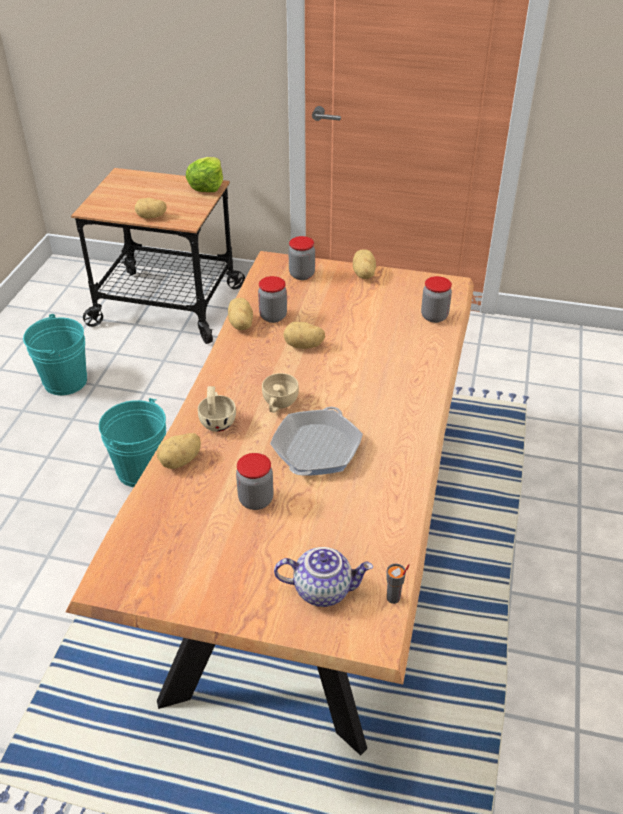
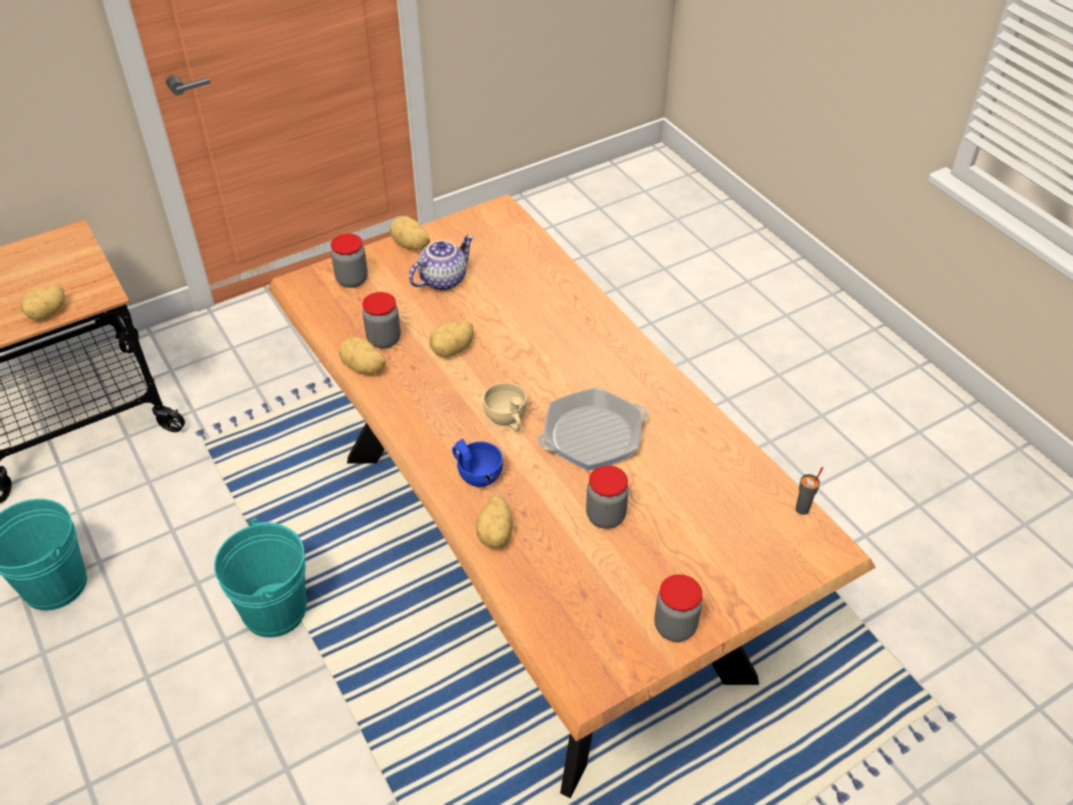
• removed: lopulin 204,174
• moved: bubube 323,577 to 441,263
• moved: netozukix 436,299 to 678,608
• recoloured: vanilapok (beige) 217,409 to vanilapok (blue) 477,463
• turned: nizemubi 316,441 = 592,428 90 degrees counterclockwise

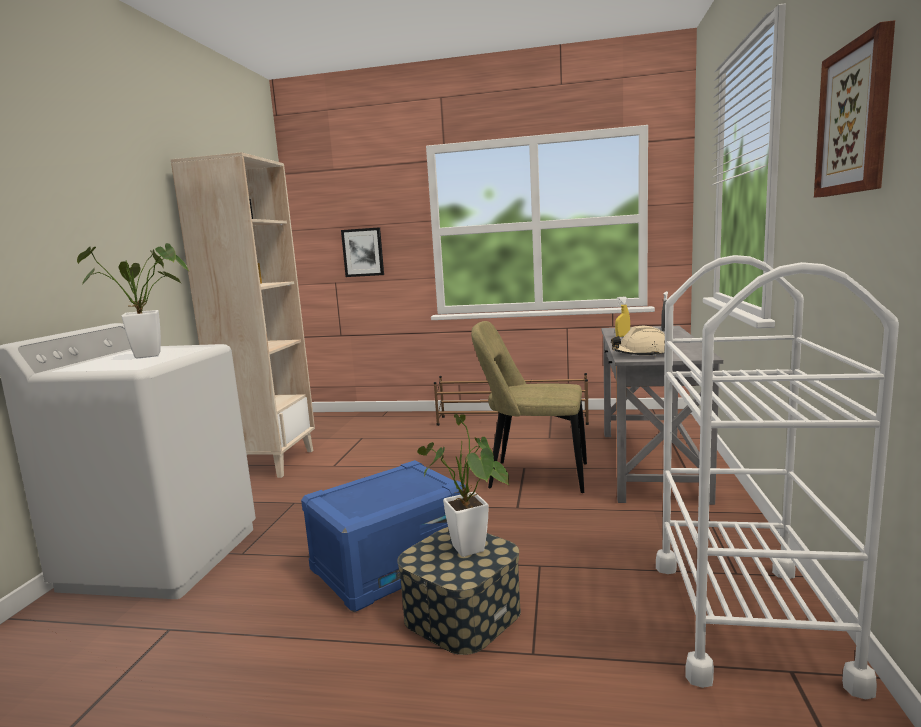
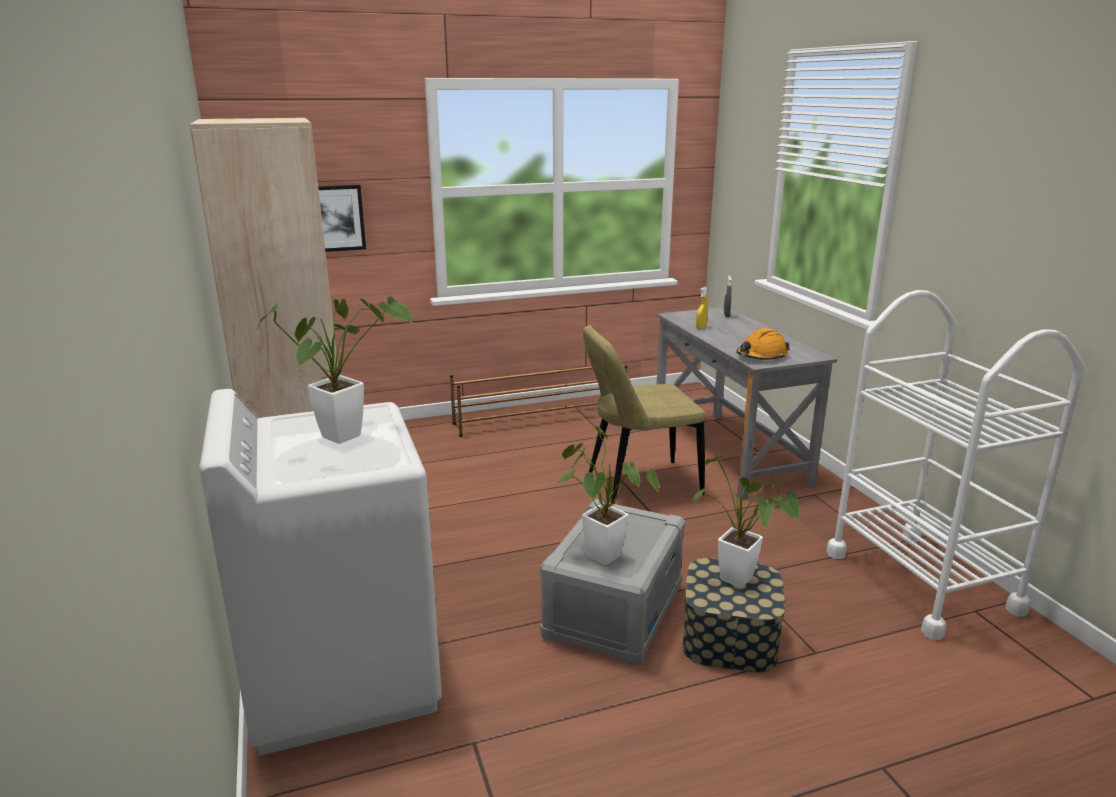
• removed: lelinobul 854,109
• added: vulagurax 607,495
• recoloured: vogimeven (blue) 383,536 to vogimeven (grey) 612,582
• recoloured: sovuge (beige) 638,341 to sovuge (orange) 763,344

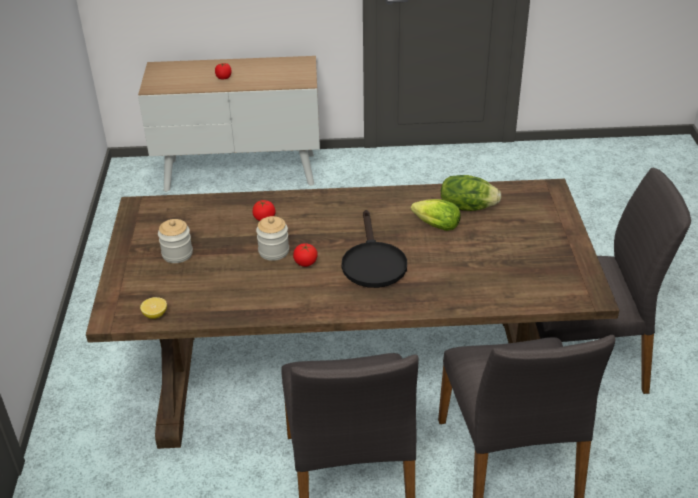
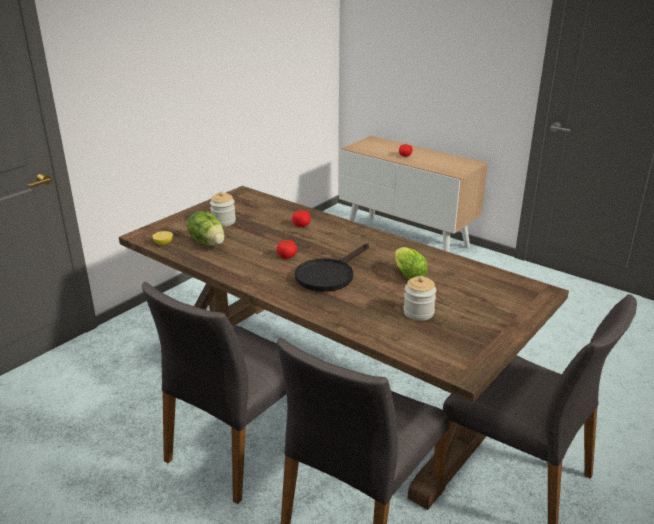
• moved: netozukix 272,238 to 419,298
• moved: lopulin 471,193 to 205,228

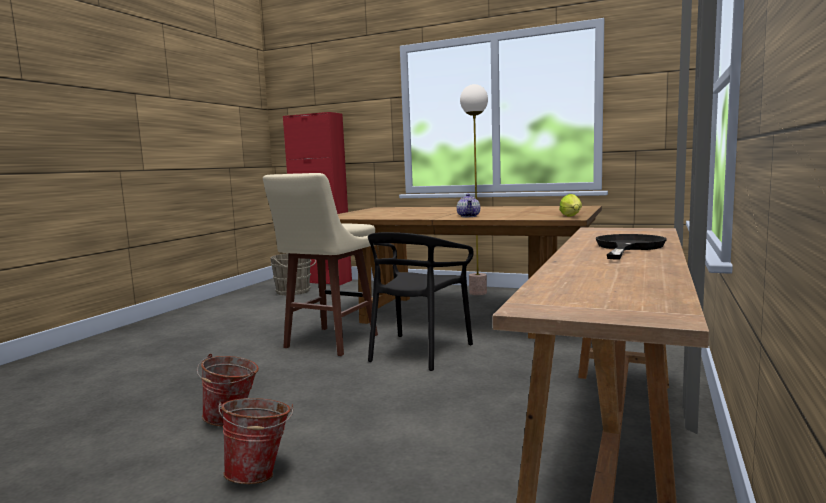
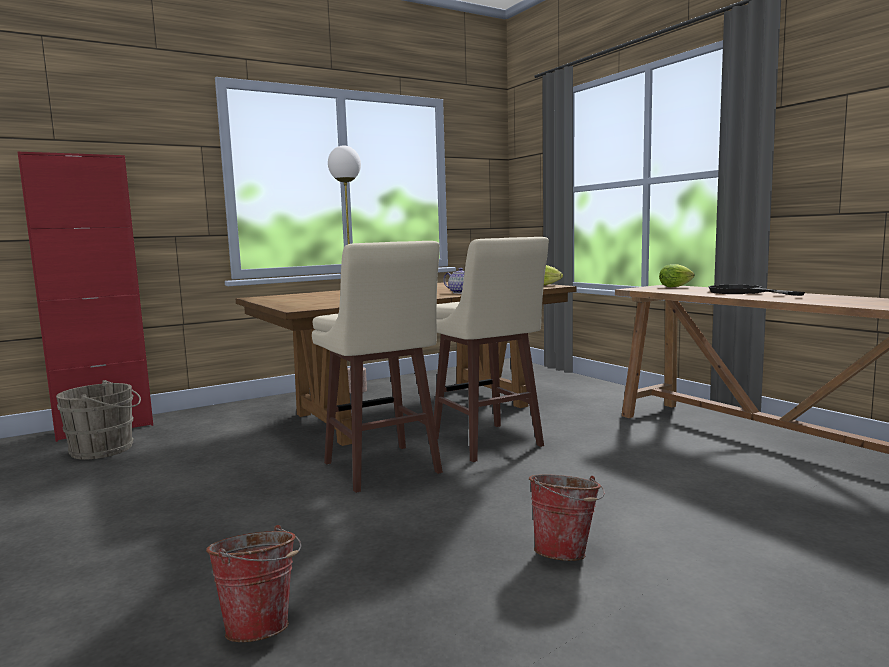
• added: lopulin 676,275
• moved: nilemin 255,441 to 254,583
• replaced: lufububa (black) 421,301 to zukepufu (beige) 491,349

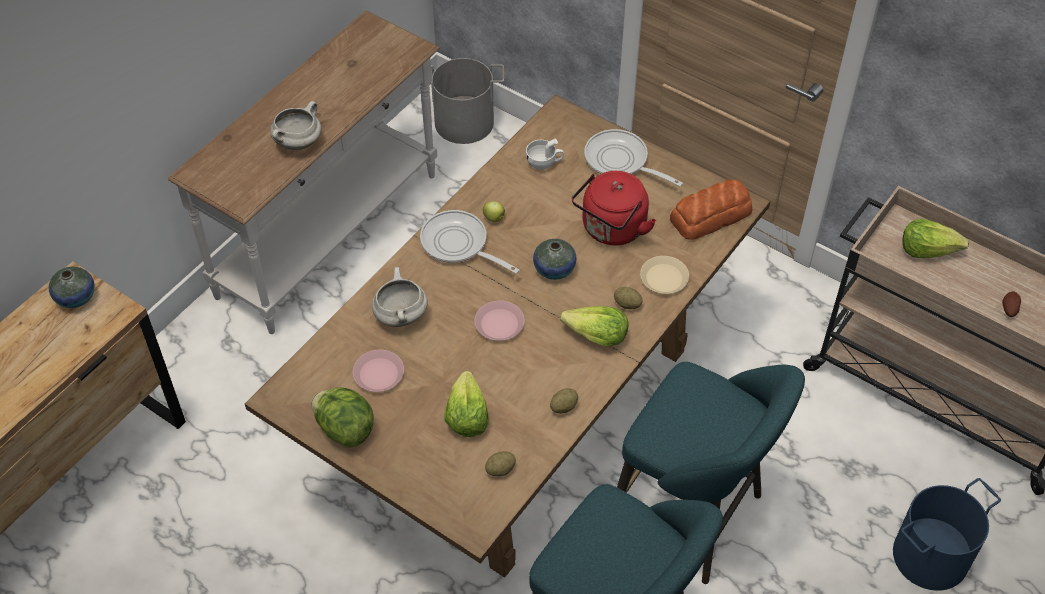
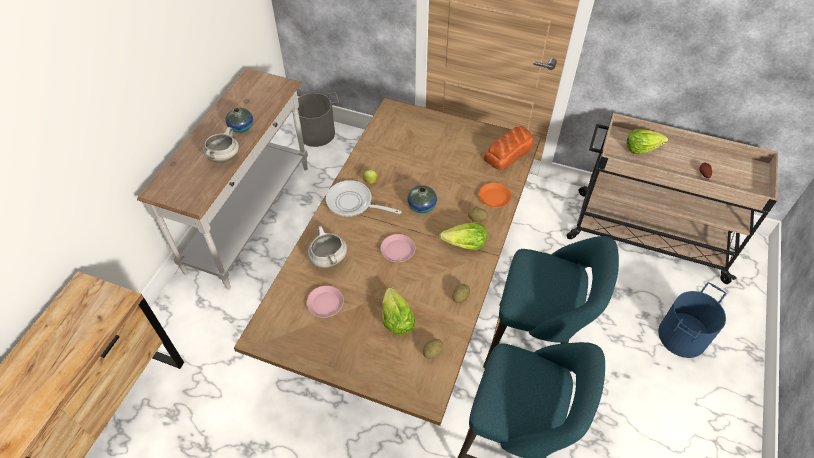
• removed: lopulin 342,417
• removed: vanilapok (white) 545,154
• removed: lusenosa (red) 614,208
• removed: nizemubi 633,157
• moved: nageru 72,287 to 239,120
• recoloured: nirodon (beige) 664,275 to nirodon (orange) 495,195

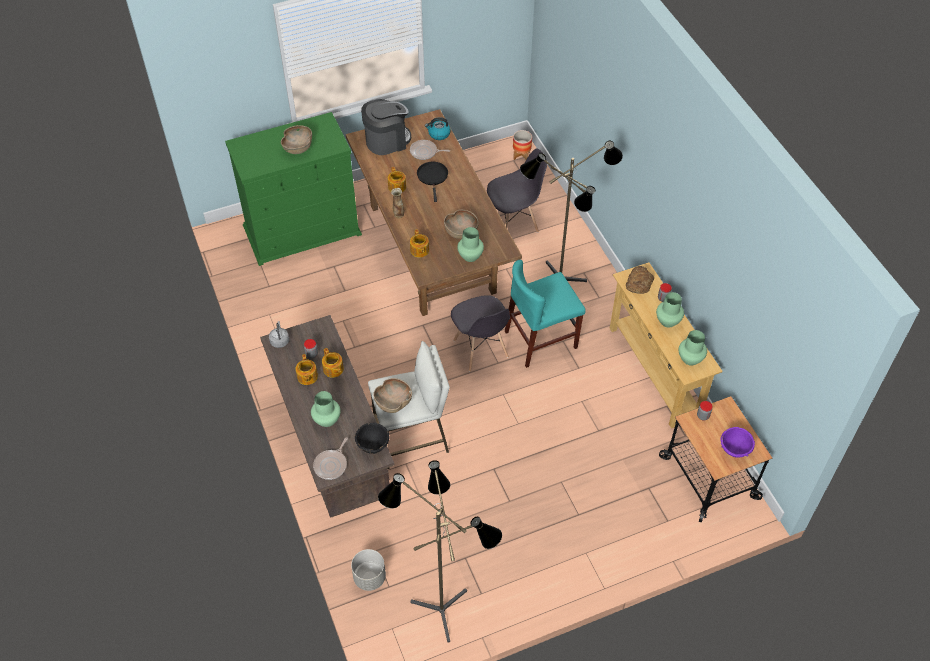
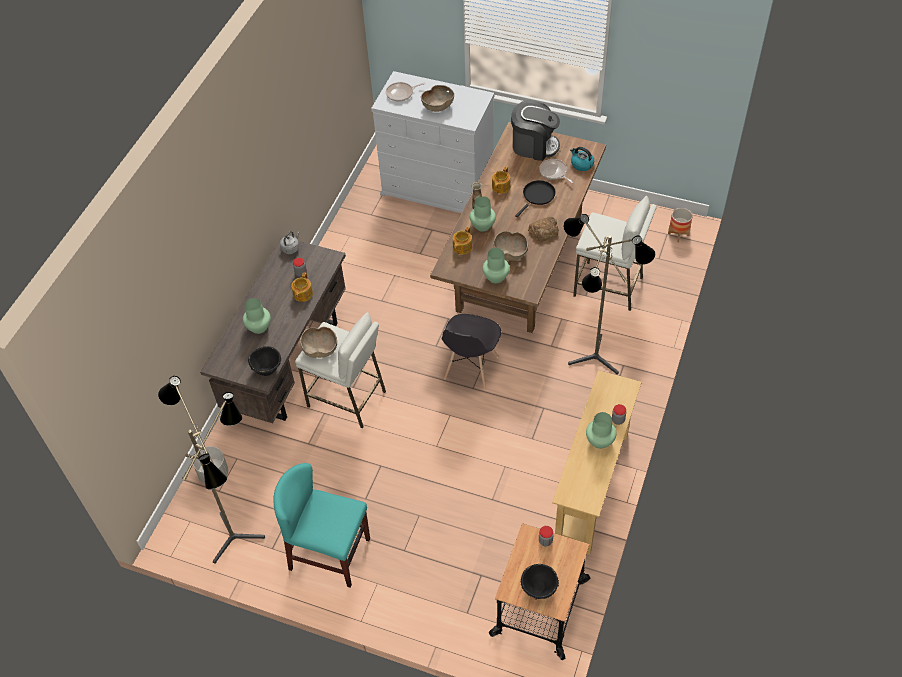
• removed: bubube 306,369
• moved: nizemubi 330,458 to 405,92
• moved: lufububa (turquoise) 545,314 to 322,525
• moved: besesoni 640,280 to 543,229
• moved: nageru (green) 693,348 to 483,214
• replaced: lufububa (grey) 517,190 to zukepufu (white) 615,253
• recoloured: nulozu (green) 293,189 to nulozu (white) 432,142
• recoloured: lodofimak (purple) 737,442 to lodofimak (black) 540,582

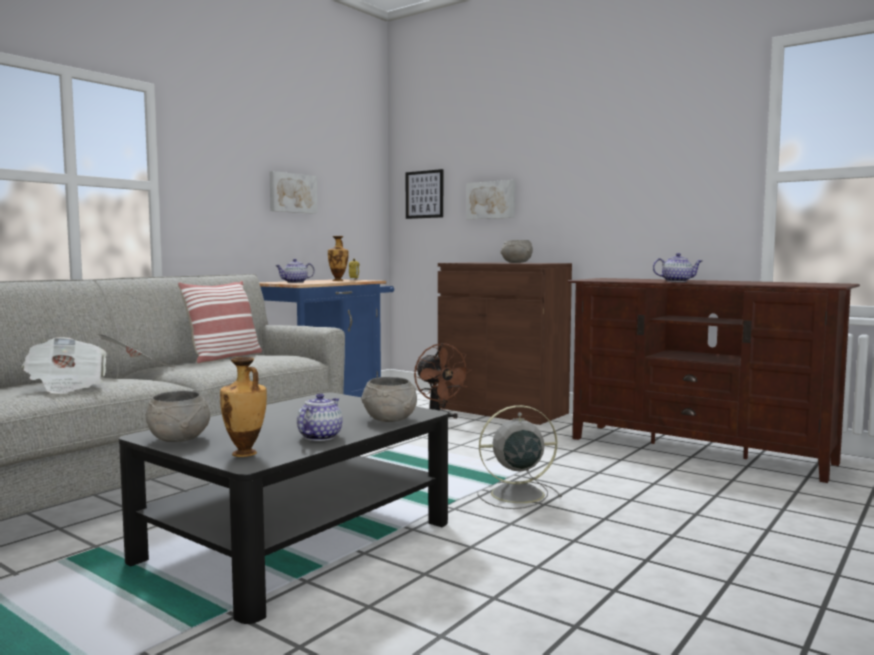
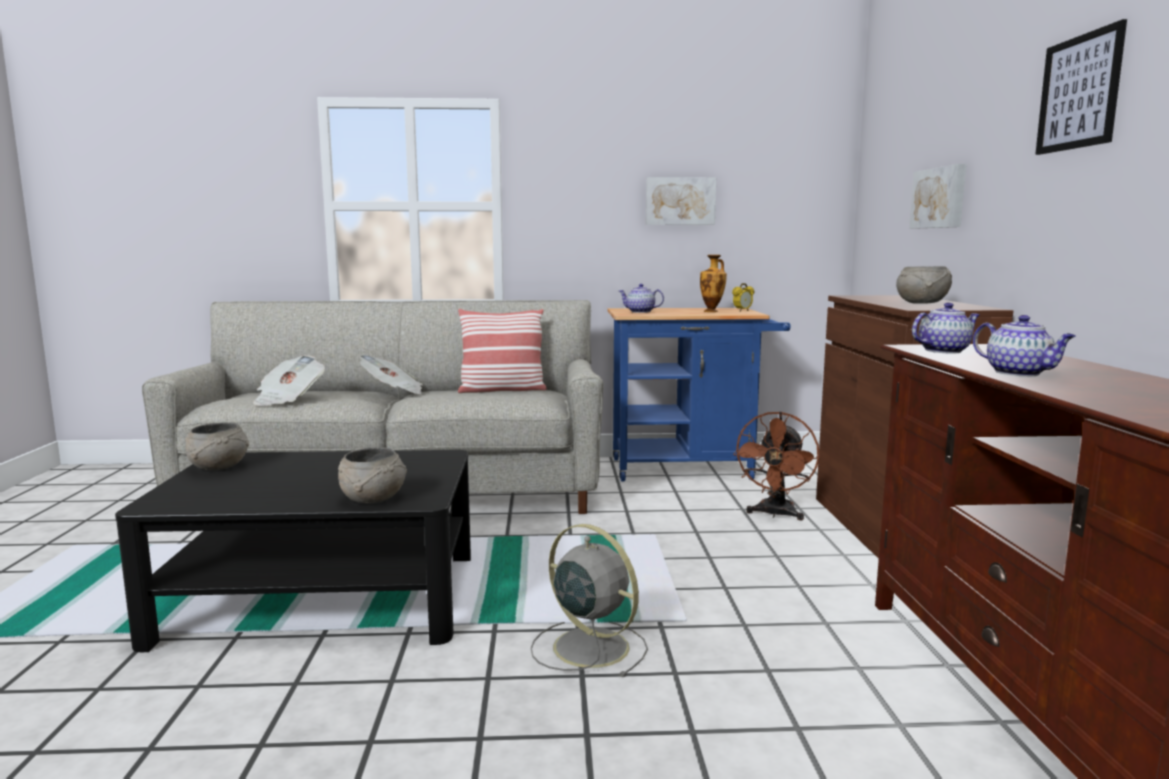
• removed: nageru 243,407
• moved: bubube 320,417 to 946,328
• moved: lelinobul 424,194 to 1081,87

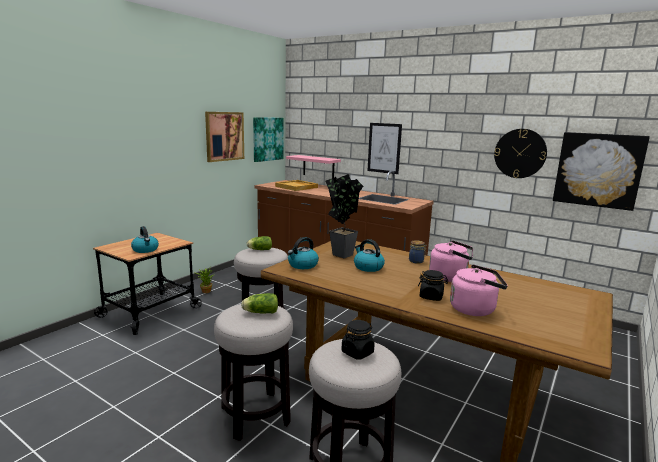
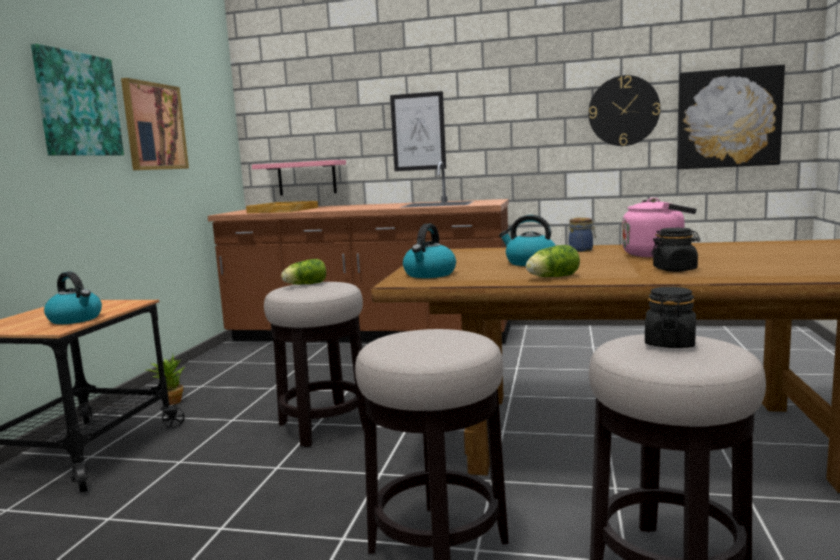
• removed: vulagurax 344,216
• removed: lusenosa (pink) 479,290
• moved: lopulin 259,303 to 553,261
• moved: lelinobul 268,139 to 77,100

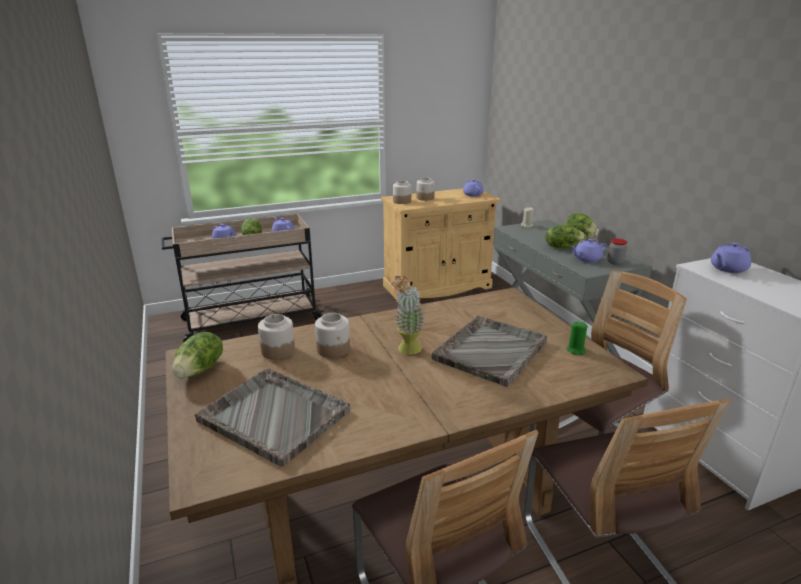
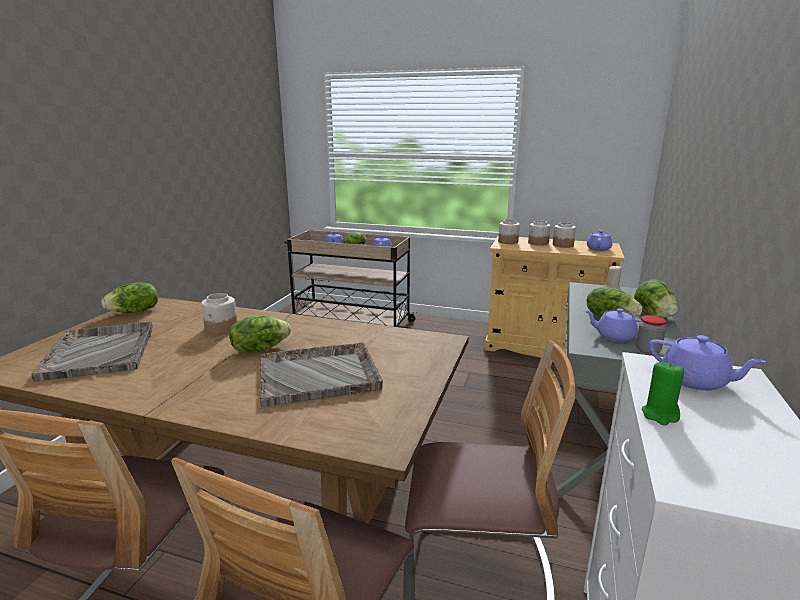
• moved: netozukix 276,337 to 564,235
• moved: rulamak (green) 577,338 to 663,393
• replaced: vulagurax 408,315 to lopulin 260,334
• turned: bubube (purple) 731,258 = 707,363 150 degrees counterclockwise

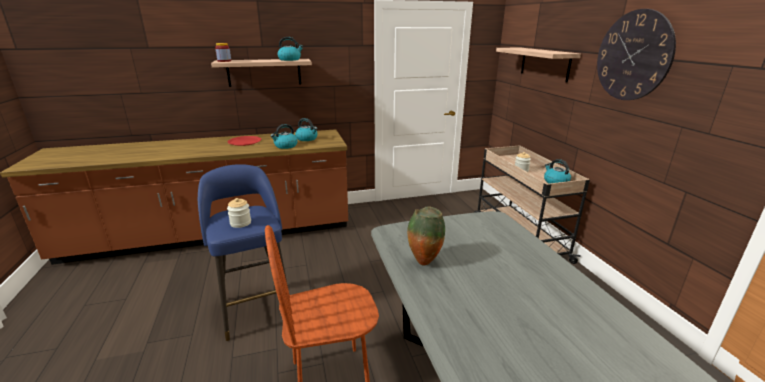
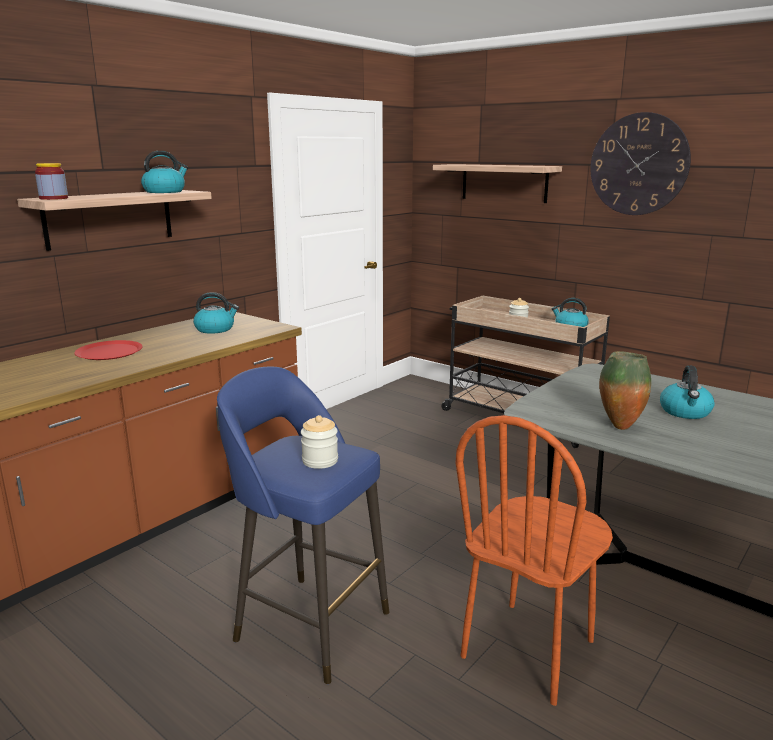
• moved: lusenosa 284,136 to 687,392

